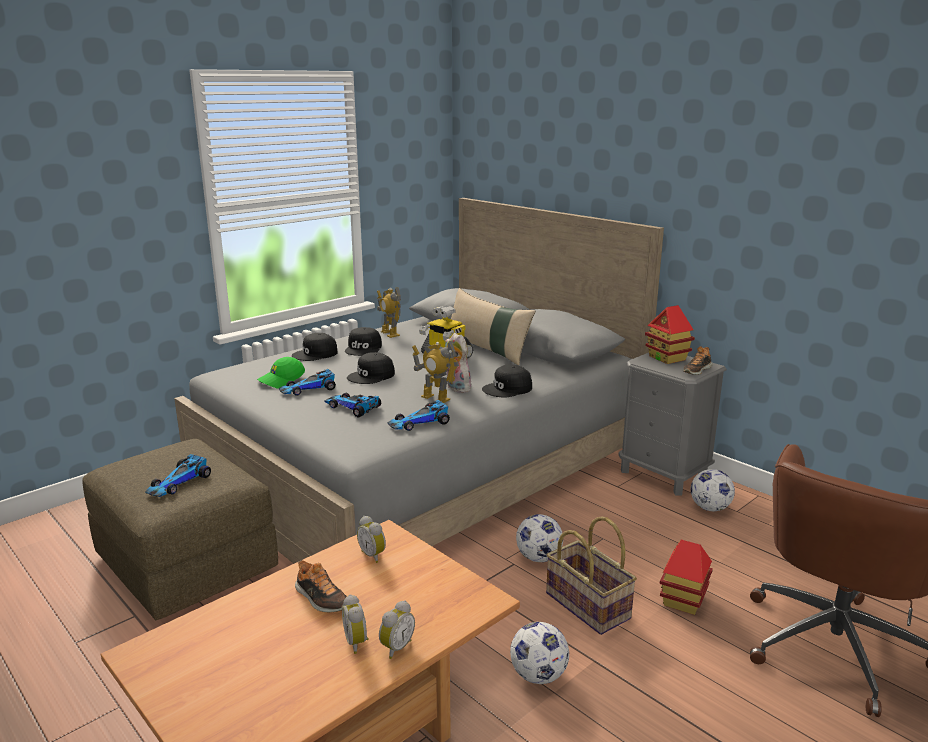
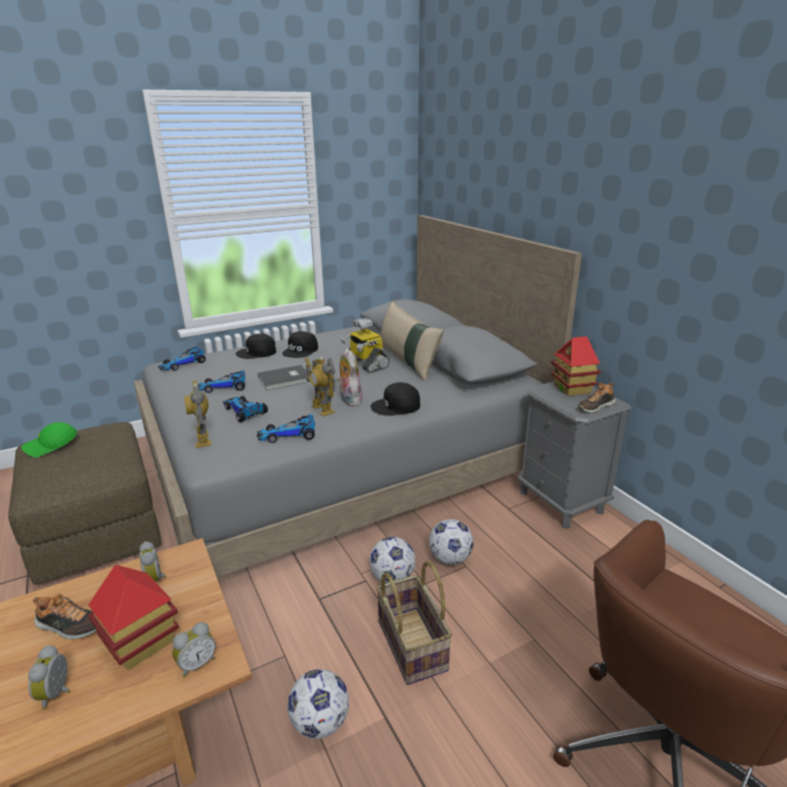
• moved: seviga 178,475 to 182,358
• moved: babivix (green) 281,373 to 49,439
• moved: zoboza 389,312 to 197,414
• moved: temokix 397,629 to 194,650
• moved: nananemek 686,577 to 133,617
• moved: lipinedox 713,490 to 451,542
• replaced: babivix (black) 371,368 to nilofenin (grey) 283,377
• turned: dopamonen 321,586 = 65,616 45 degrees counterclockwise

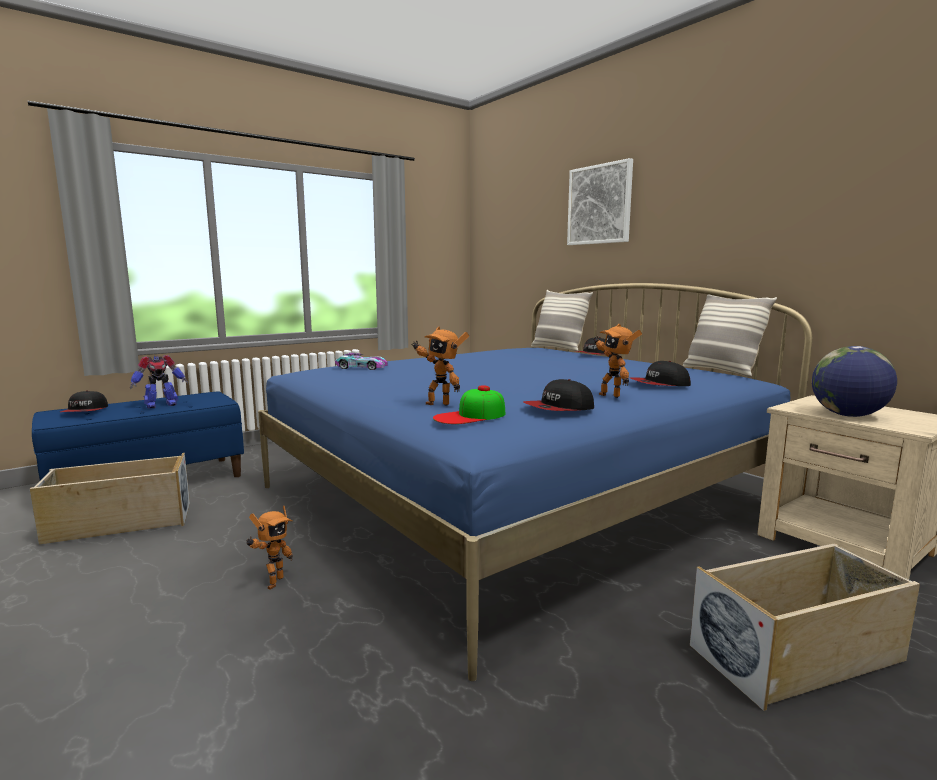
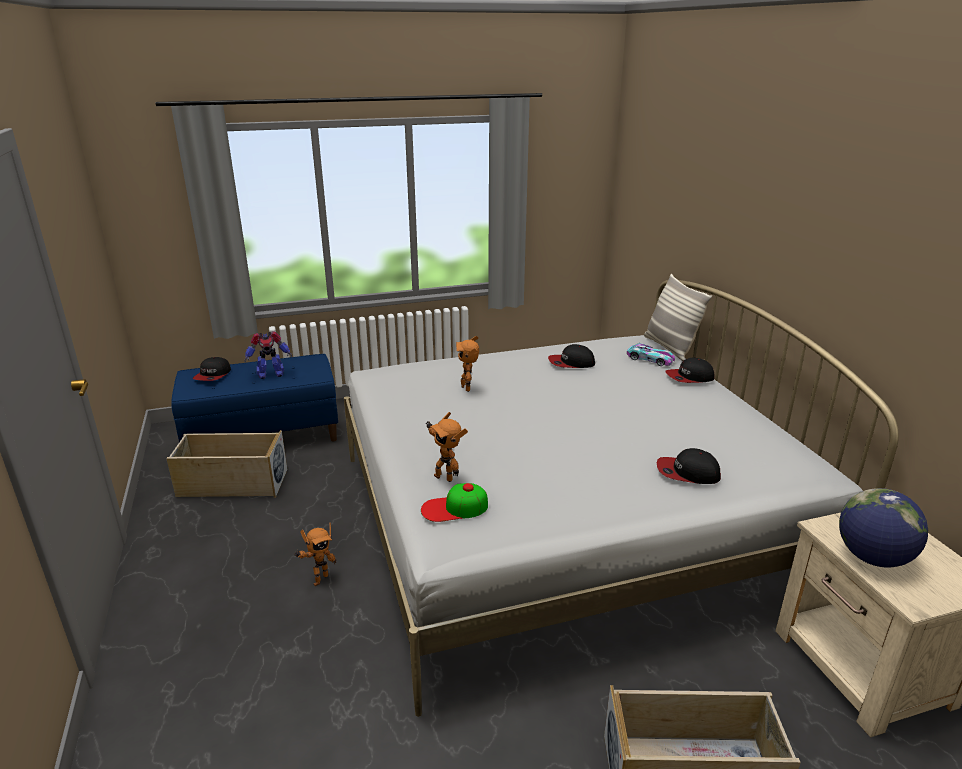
• removed: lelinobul 600,201
• removed: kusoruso 730,335
• moved: seviga 361,361 to 651,354
• moved: babivix 558,395 to 571,356
• moved: zoboza 617,361 to 467,364
• recoloured: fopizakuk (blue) 535,482 to fopizakuk (white) 621,498

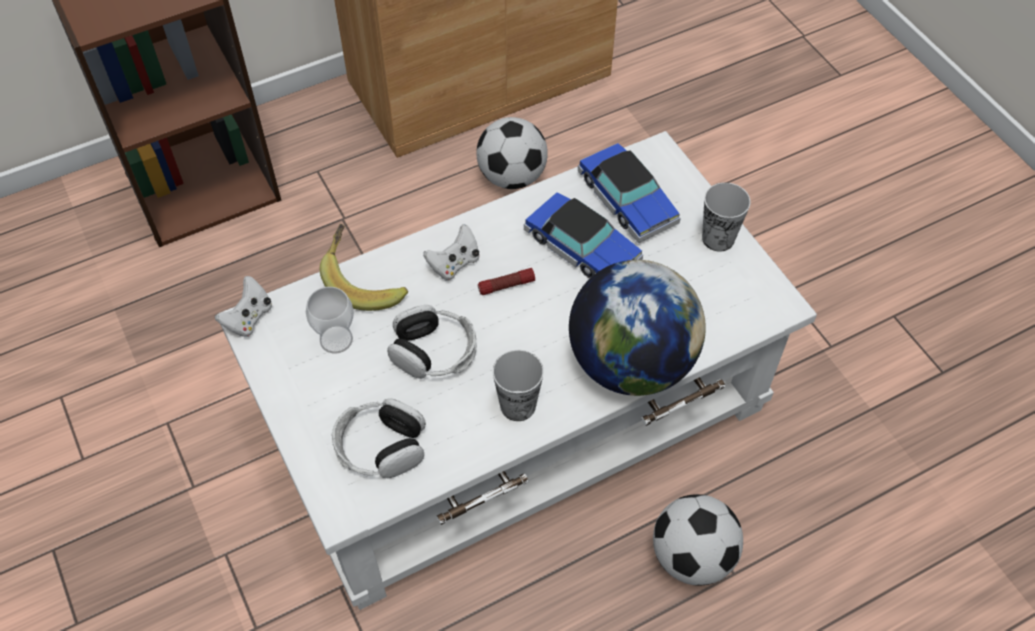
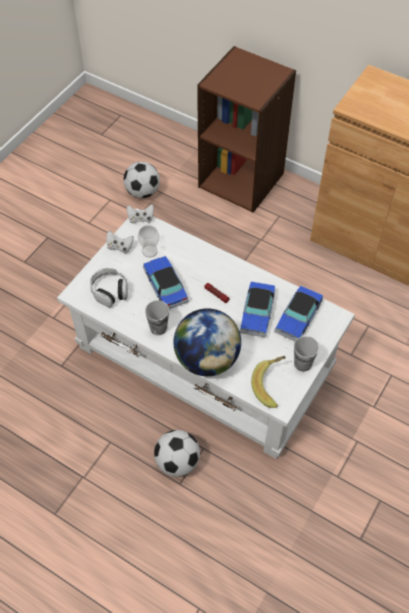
• moved: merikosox 364,267 to 268,382
• moved: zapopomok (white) 451,252 to 120,241
• moved: lipinedox 512,153 to 142,180
• replaced: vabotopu 432,342 to seviga 166,282

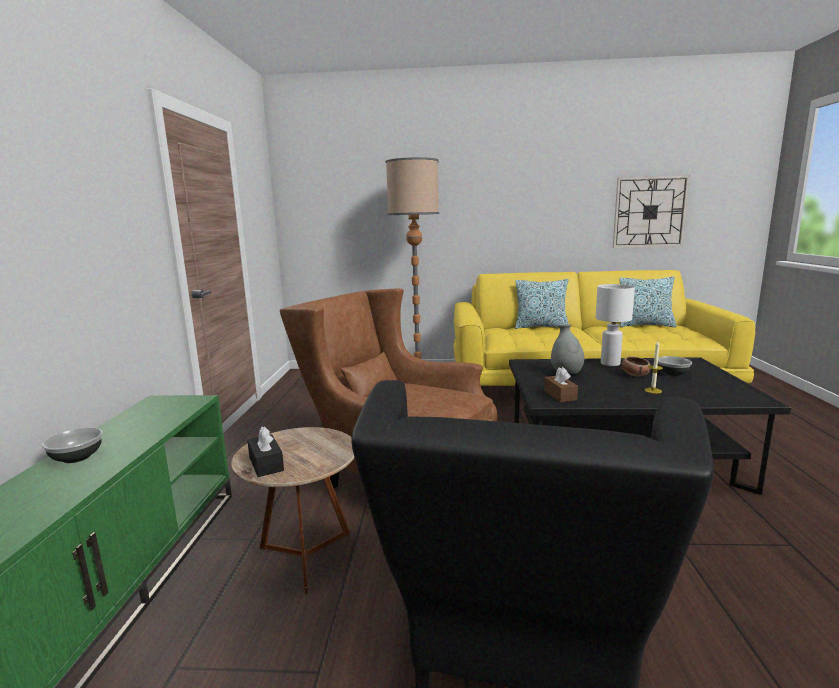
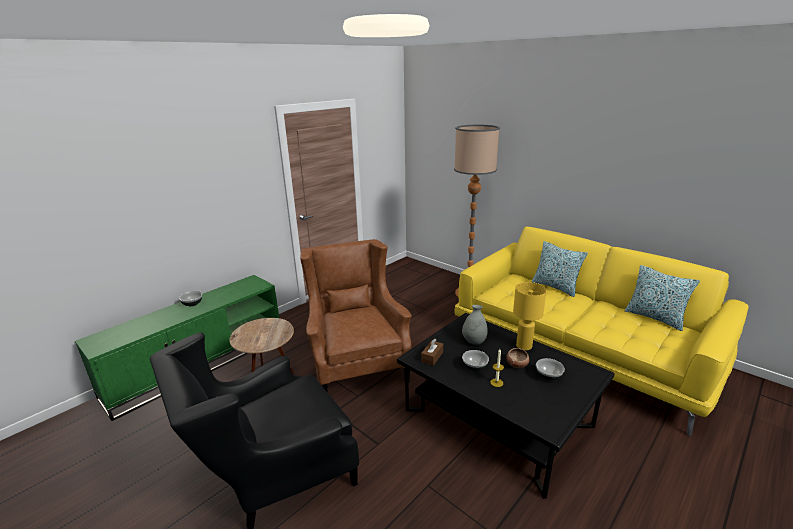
• removed: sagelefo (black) 265,451
• removed: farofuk 651,211
• added: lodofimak 475,360
• recoloured: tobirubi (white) 615,325 to tobirubi (yellow) 530,316

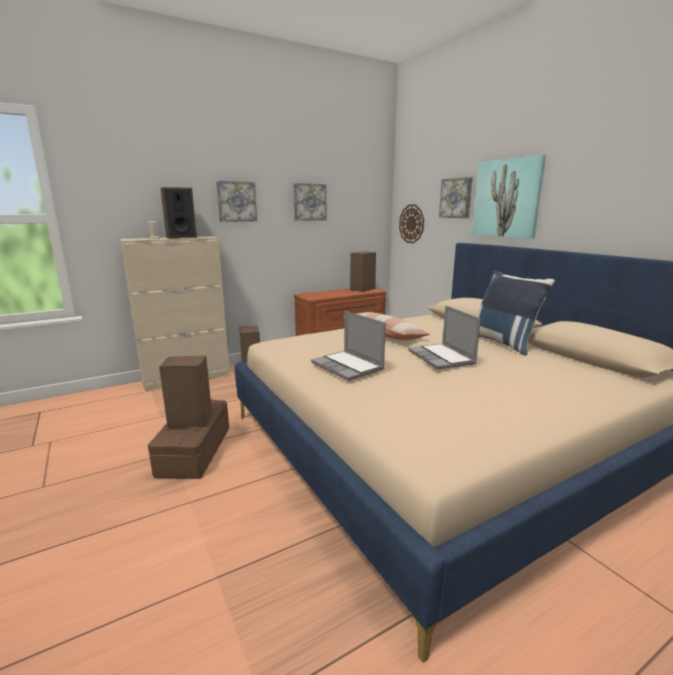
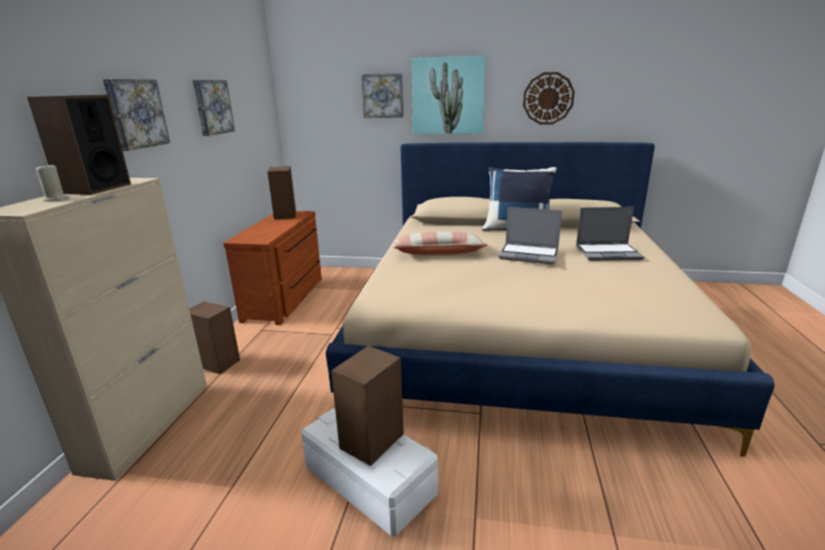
• moved: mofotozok 348,346 to 610,234
• moved: farofuk 411,223 to 549,98
• recoloured: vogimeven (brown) 188,439 to vogimeven (white) 369,472

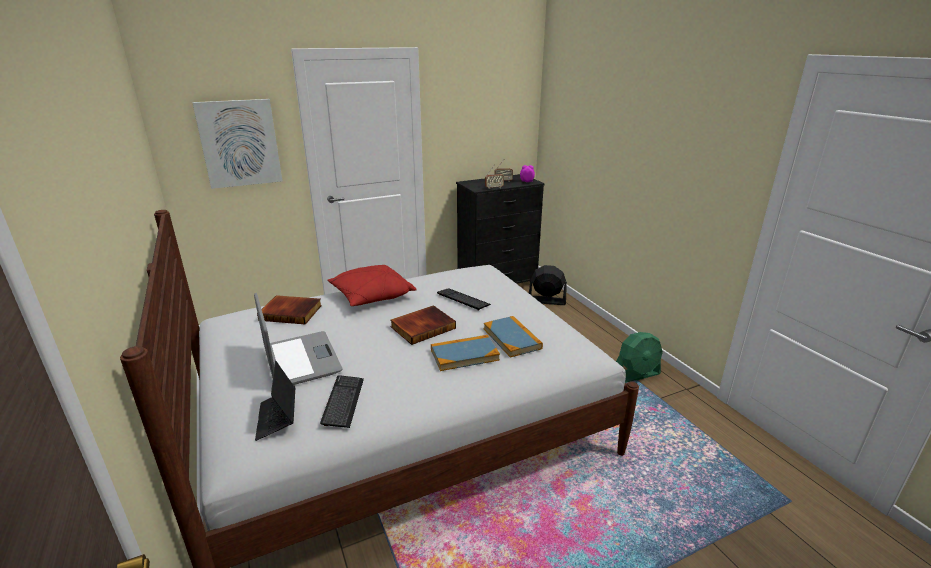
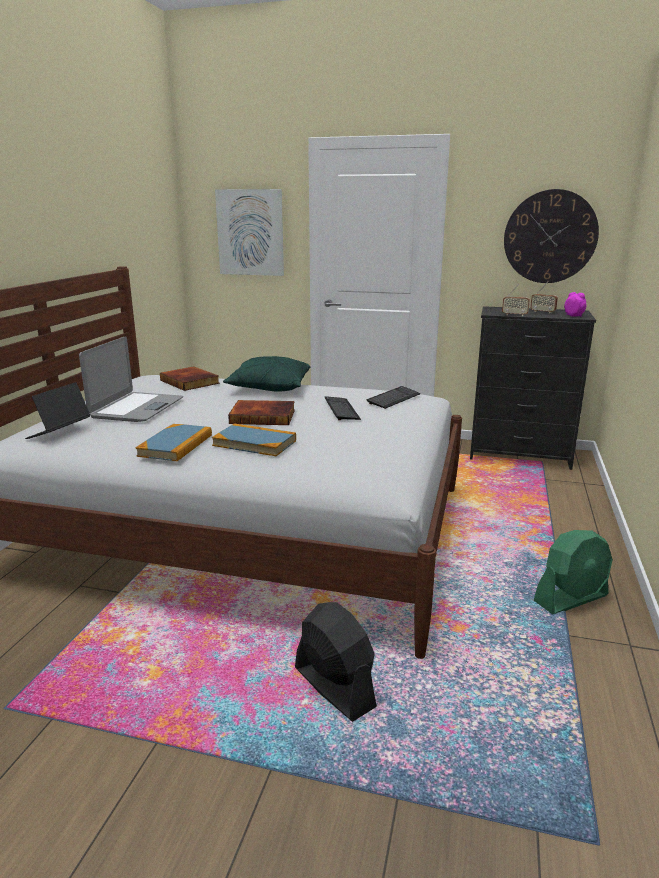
• added: farofuk 551,236
• moved: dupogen 342,401 to 393,397
• moved: nilofenin 513,337 to 174,442
• moved: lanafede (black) 548,285 to 336,662
• recoloured: kusoruso (red) 372,285 to kusoruso (green) 266,373
• turned: lanafede (green) 639,357 = 573,572 45 degrees counterclockwise

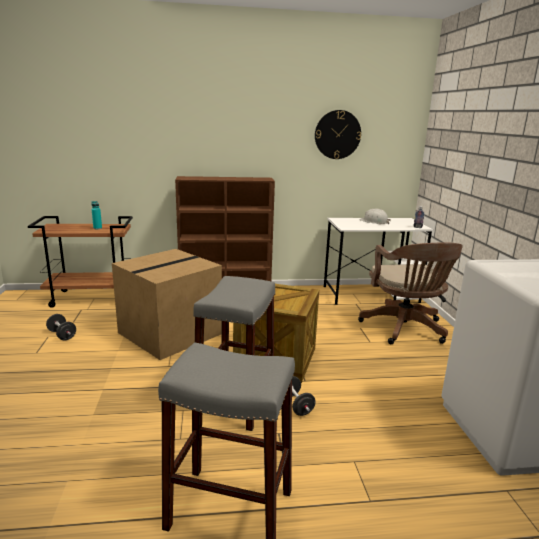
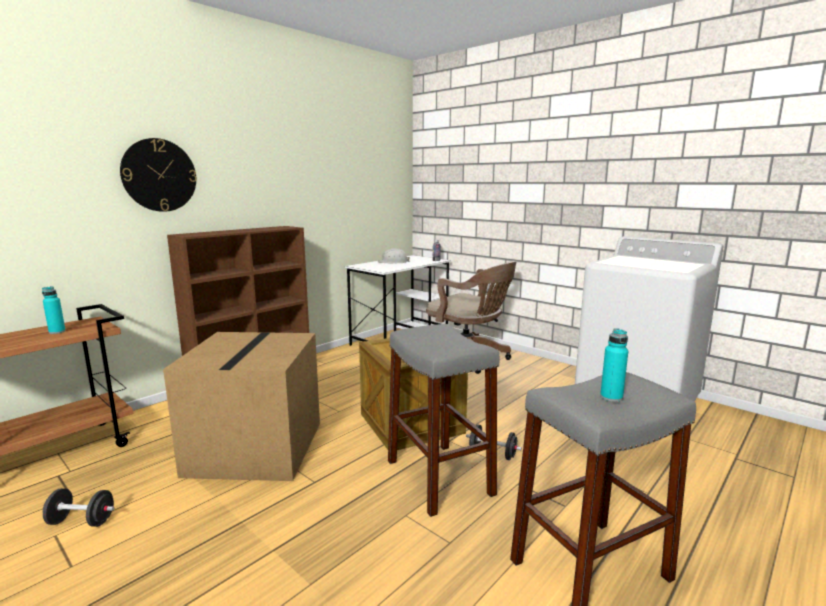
• added: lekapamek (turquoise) 614,365
• moved: farofuk 338,134 to 158,175

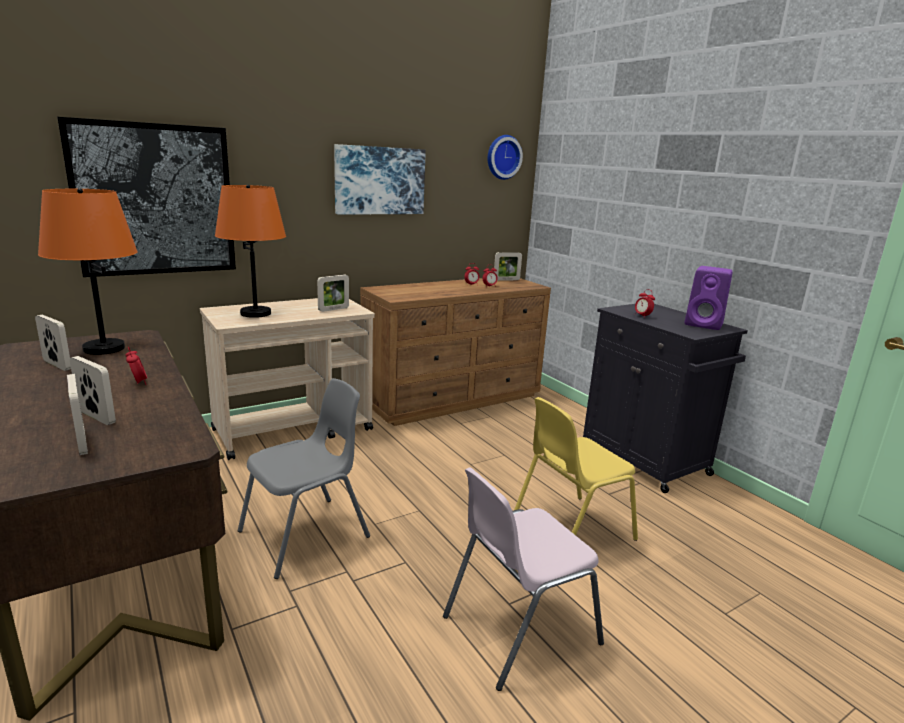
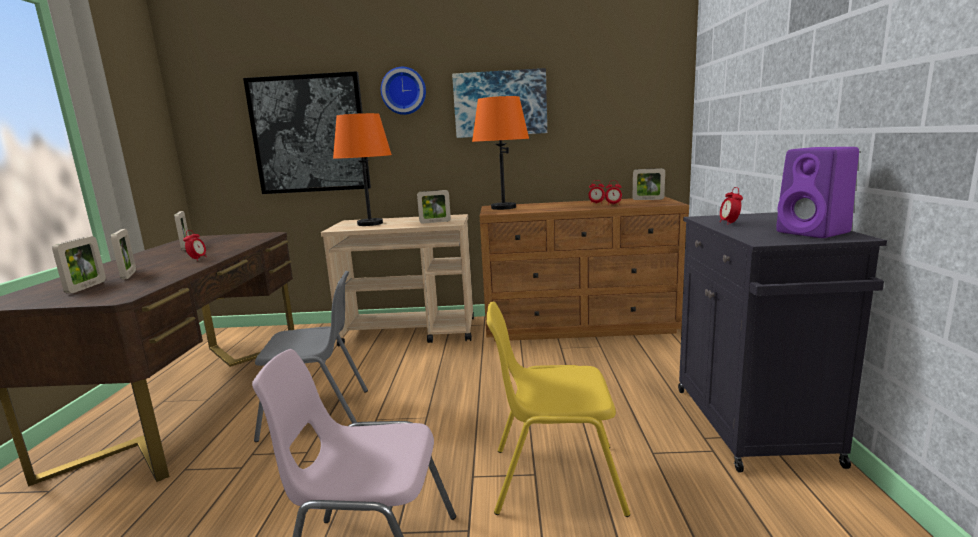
• moved: tobirubi (orange) 88,271 to 500,153
• moved: farofuk 505,157 to 403,91

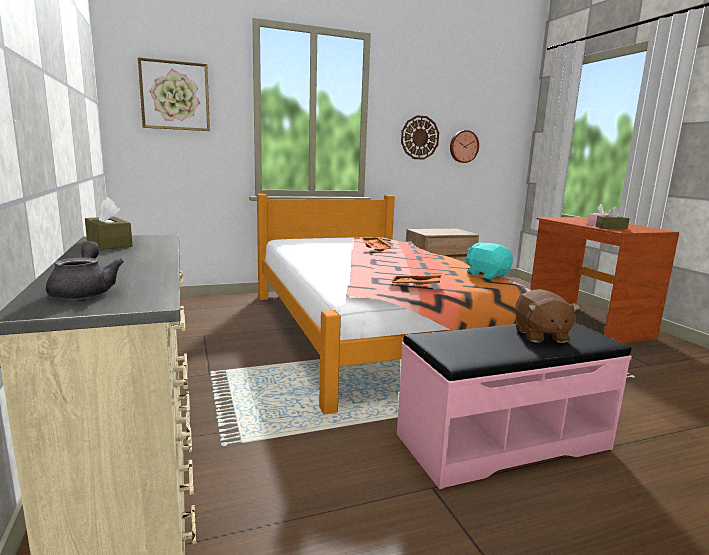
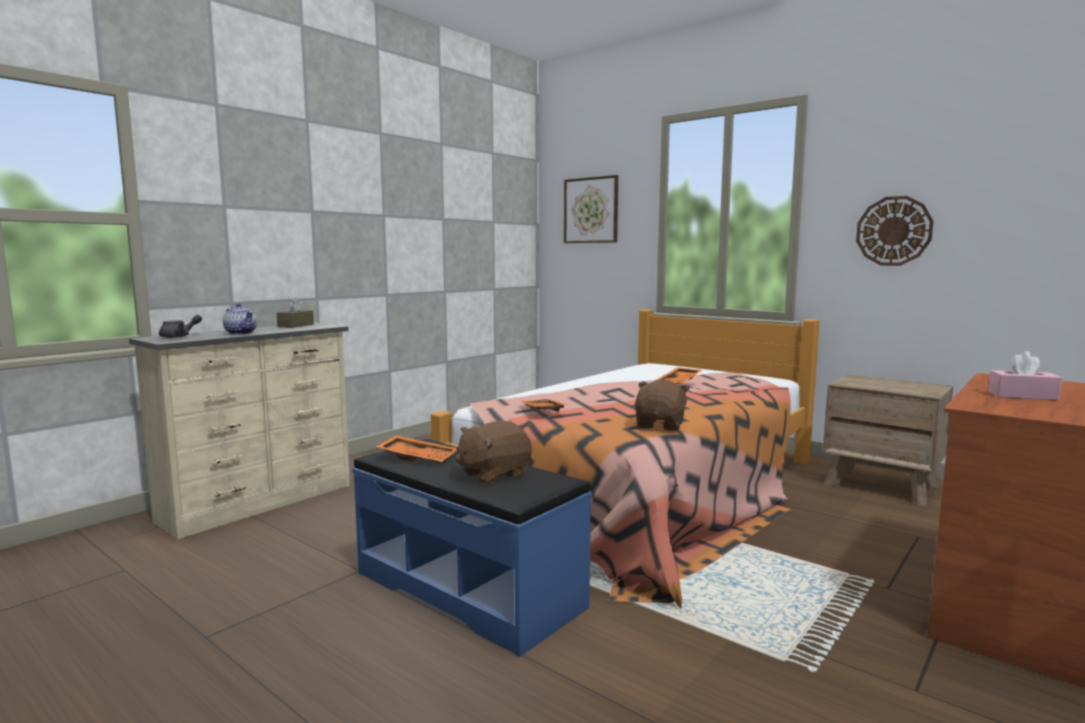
• removed: farofuk 464,146
• removed: sagelefo (brown) 613,217
• added: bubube 240,319
• added: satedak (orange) 416,449
• recoloured: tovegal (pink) 514,406 to tovegal (blue) 471,548
• recoloured: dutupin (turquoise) 489,260 to dutupin (brown) 662,405

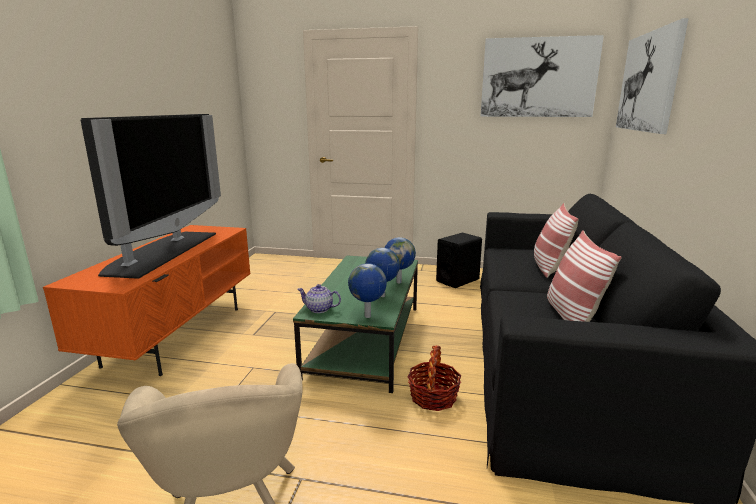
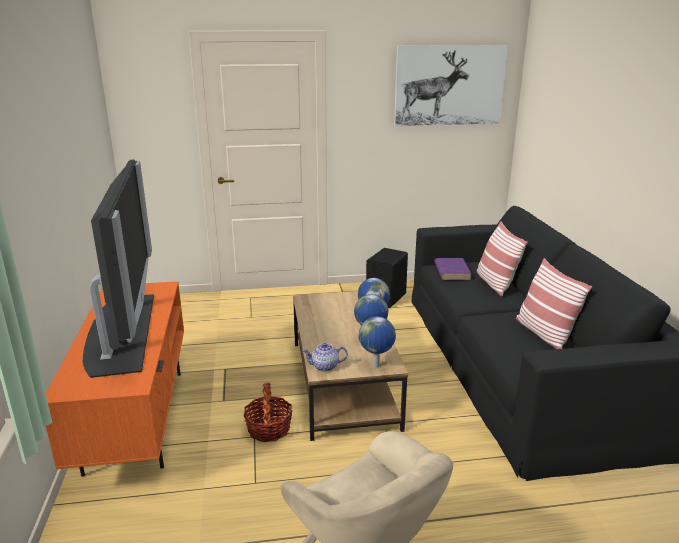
• removed: lelinobul 652,76
• added: nilofenin (purple) 452,269
• moved: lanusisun 434,378 to 268,412
• recoloured: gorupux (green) 355,324 to gorupux (brown) 350,366

